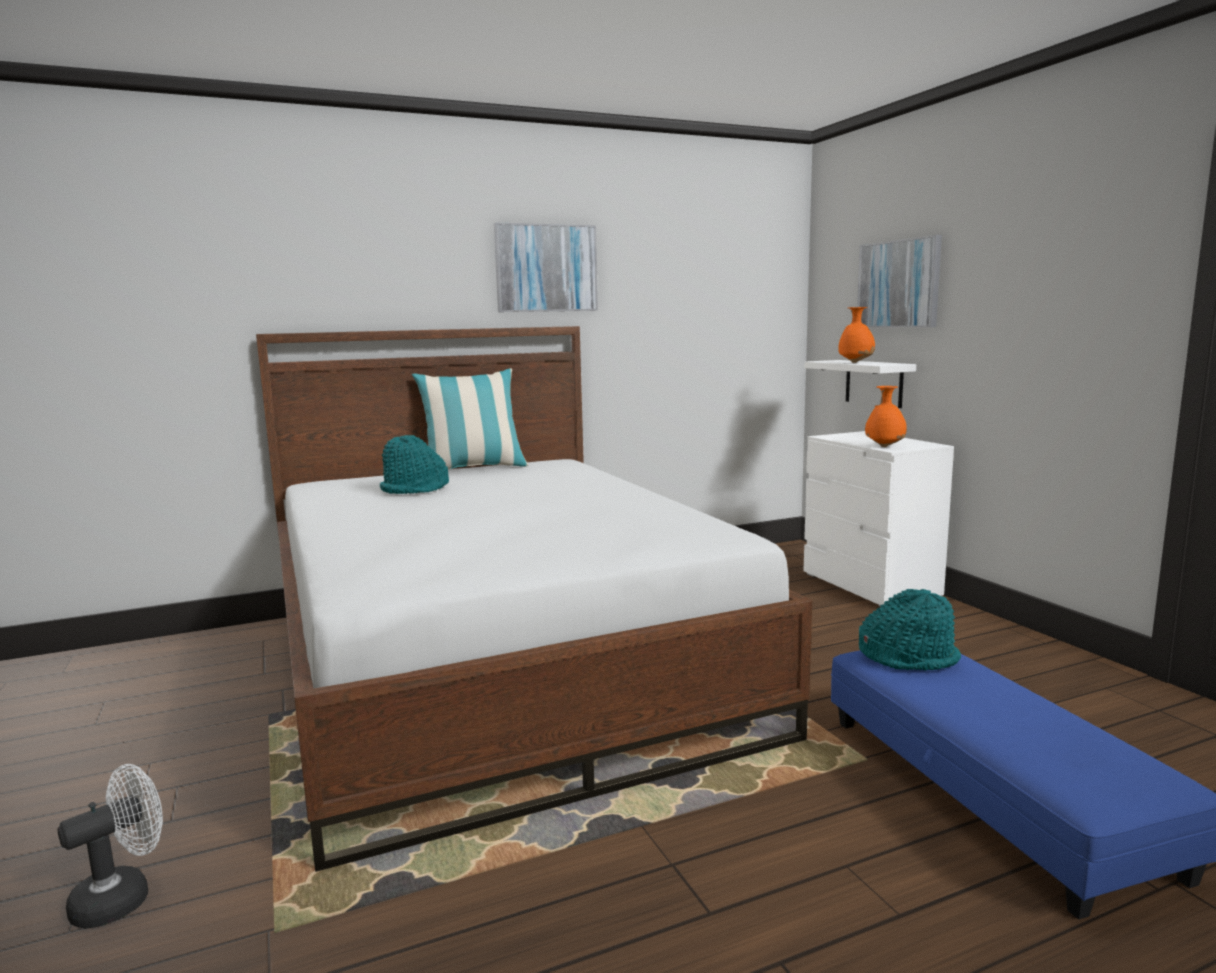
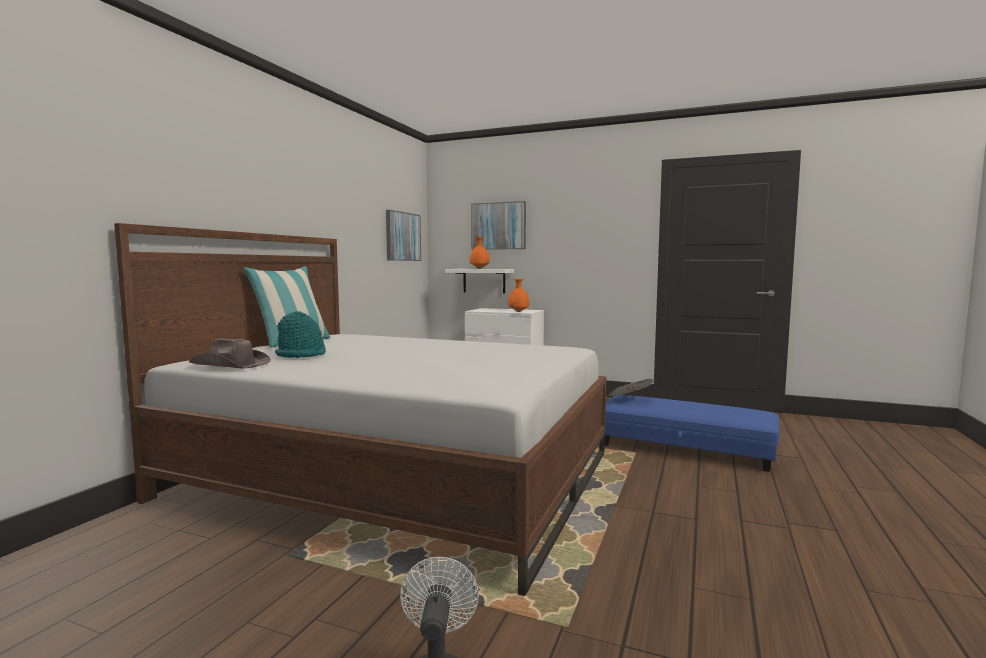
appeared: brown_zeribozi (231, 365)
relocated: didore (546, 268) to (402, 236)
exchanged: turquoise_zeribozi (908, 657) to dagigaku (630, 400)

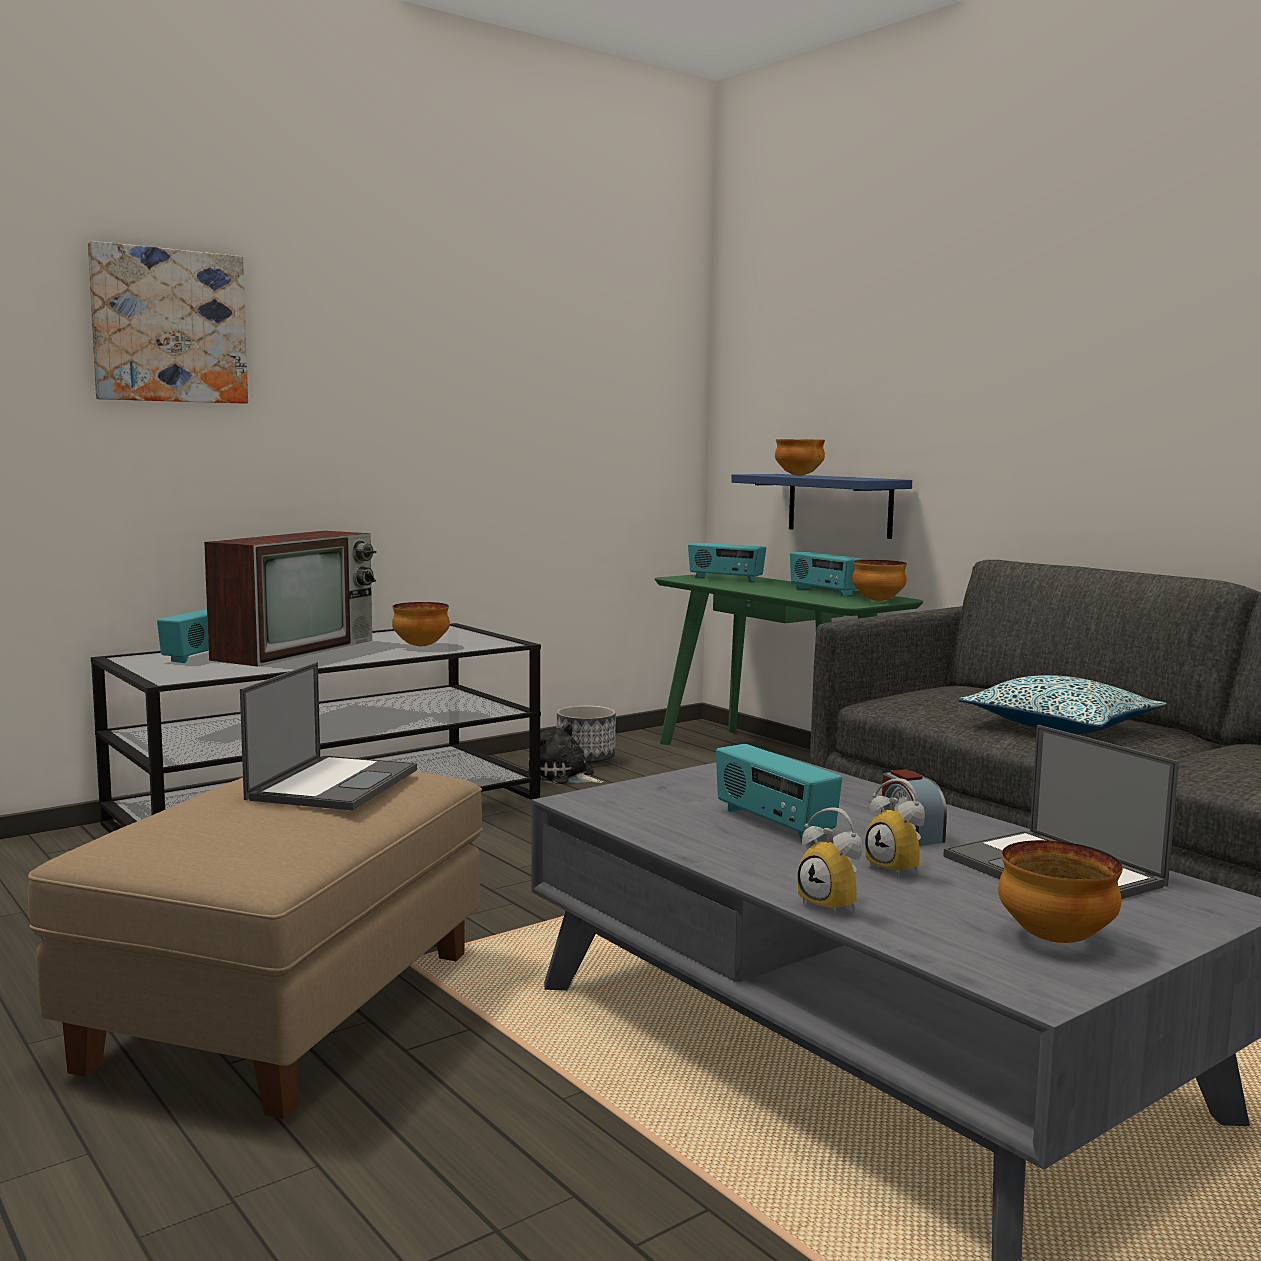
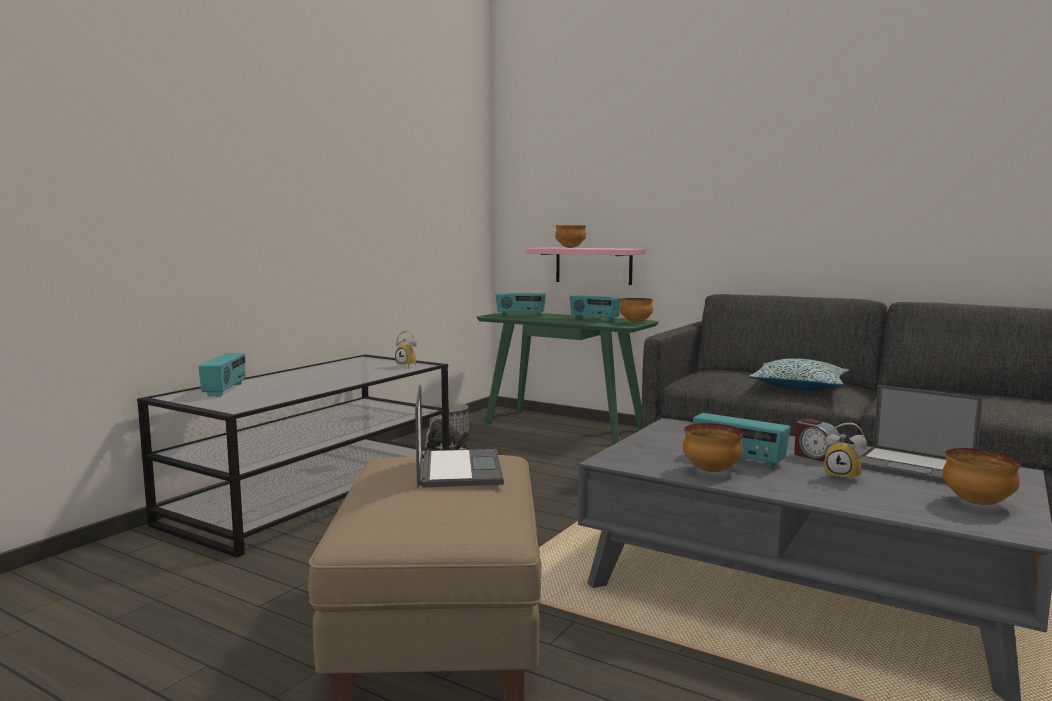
missing: didore (169, 326); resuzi (296, 649)
relocated: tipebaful (420, 646) to (711, 471); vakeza (835, 905) to (408, 366)
colour: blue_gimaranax (839, 505) to pink_gimaranax (593, 265)

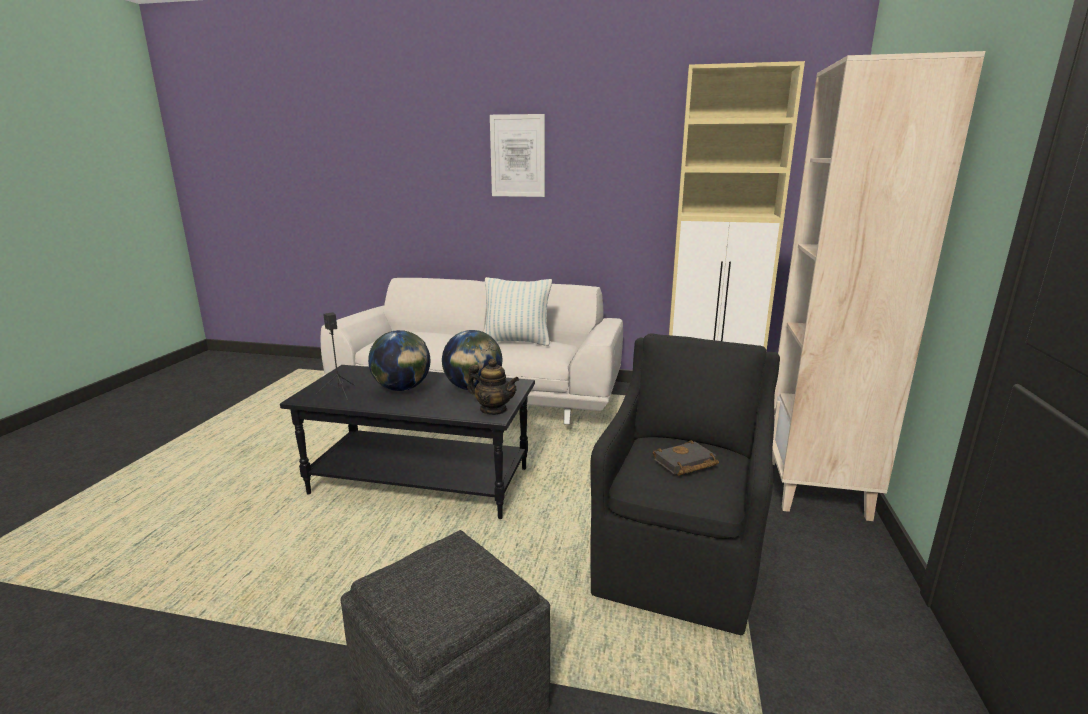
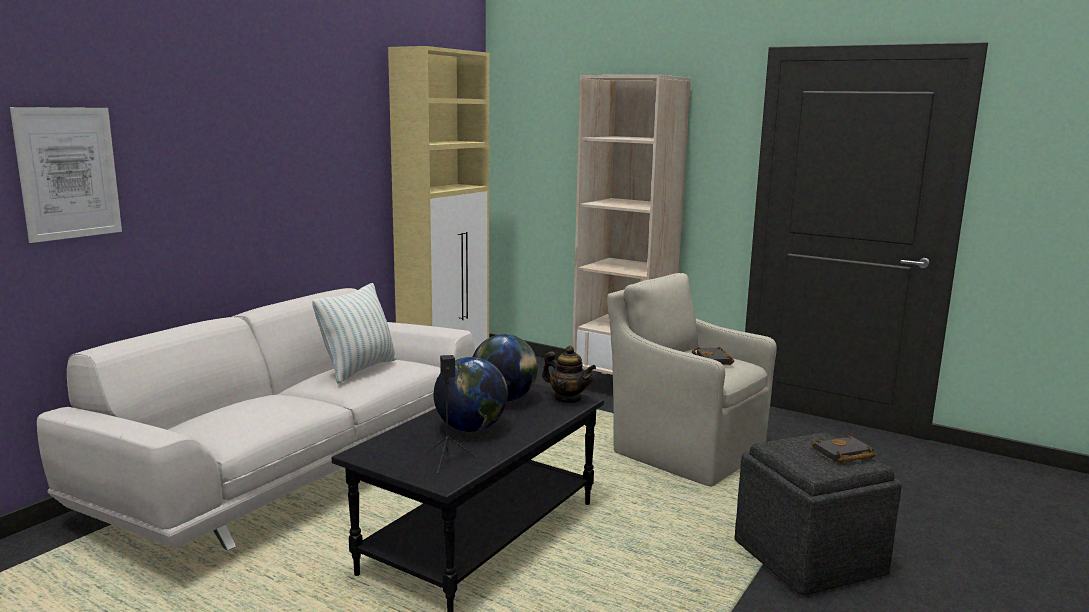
appeared: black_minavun (843, 455)
relocated: didore (517, 156) to (68, 173)
colour: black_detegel (678, 562) to beige_detegel (684, 450)
spun: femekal (493, 410) = (568, 399) 75 degrees clockwise

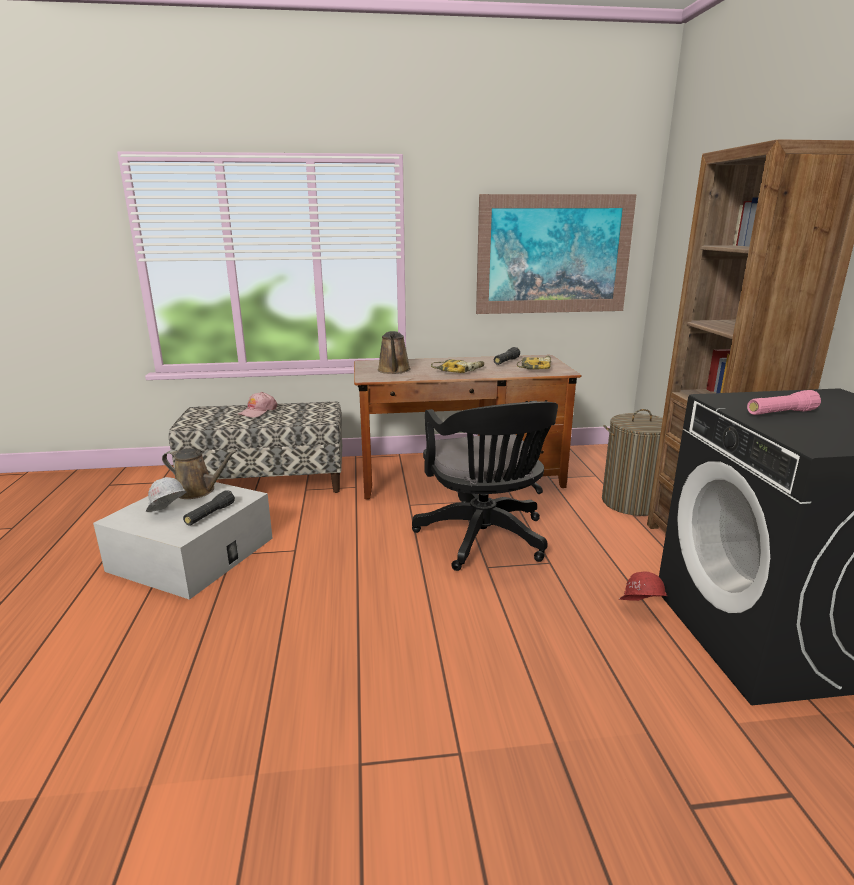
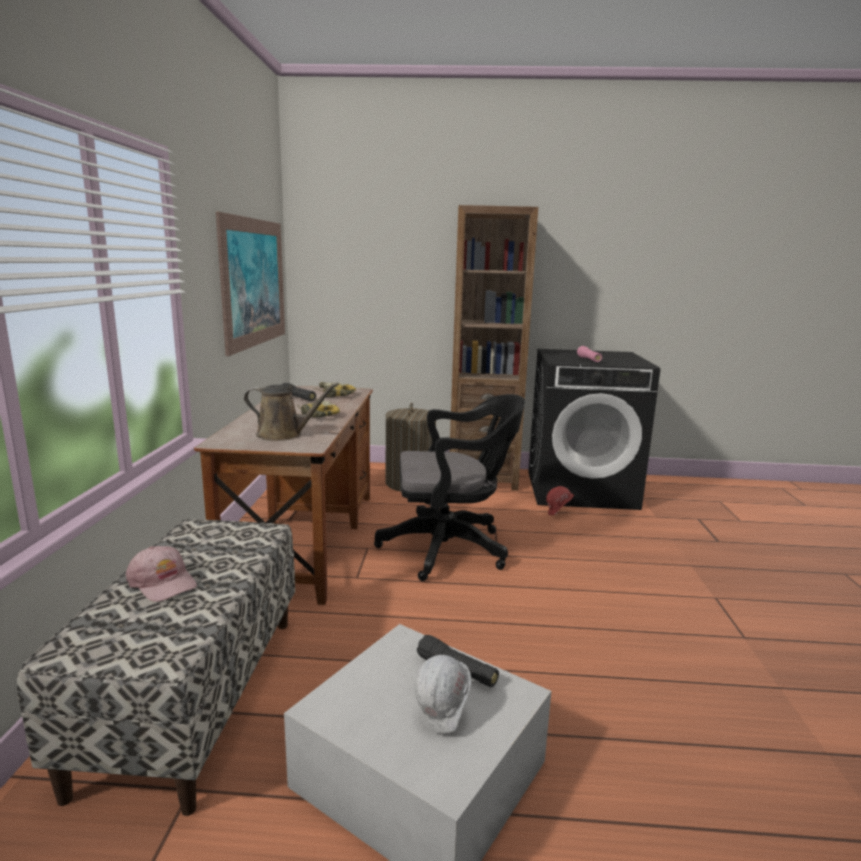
missing: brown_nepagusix (198, 491)

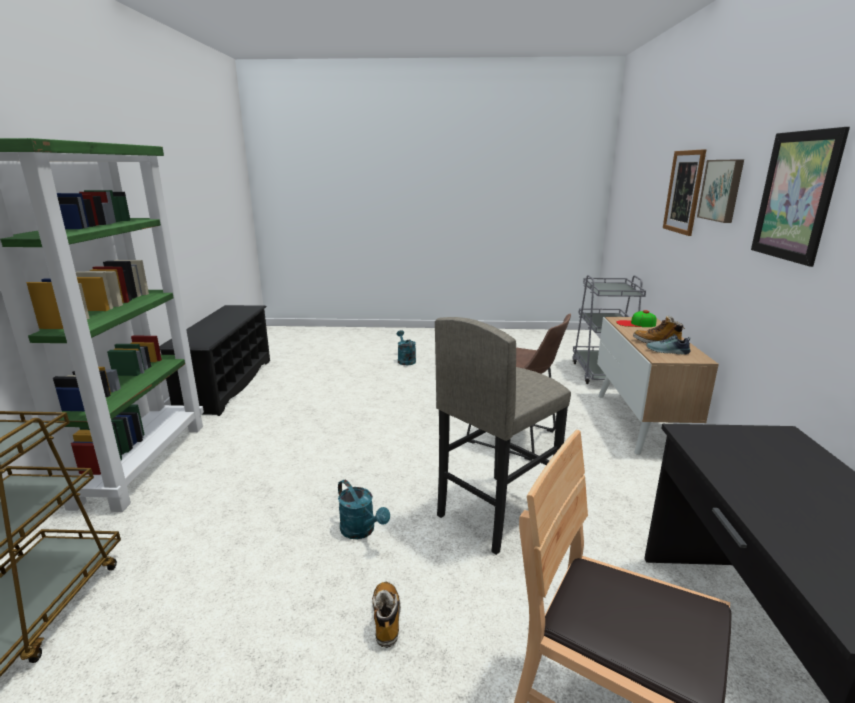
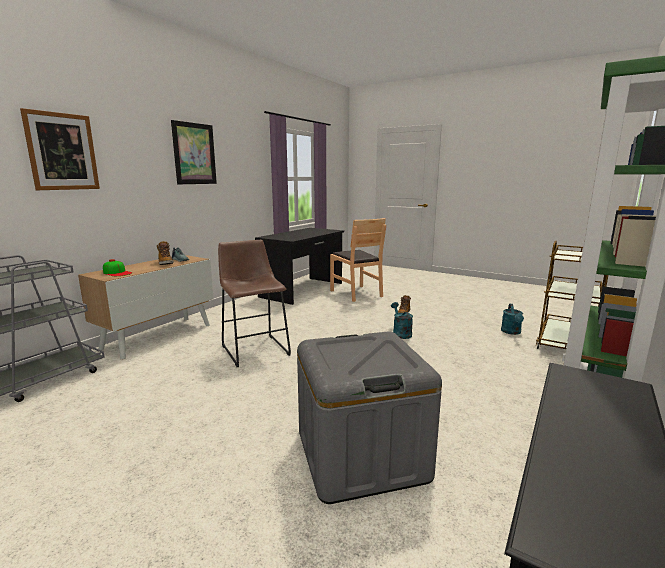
missing: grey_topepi (495, 511); didore (722, 190)
appeared: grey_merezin (361, 455)
relocated: turquoise_nepagusix (405, 360) to (511, 332)

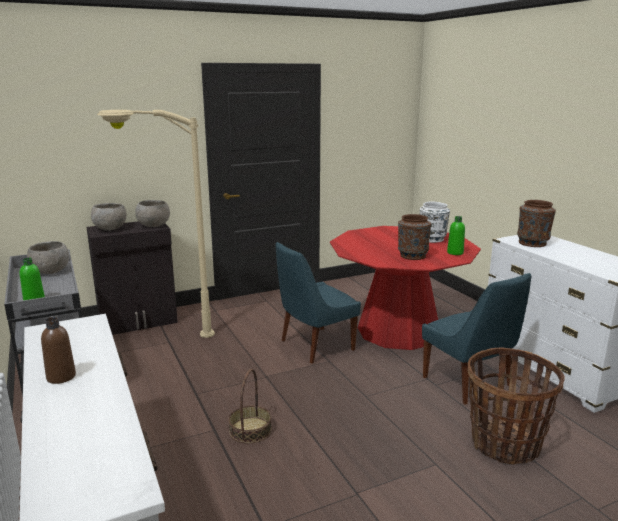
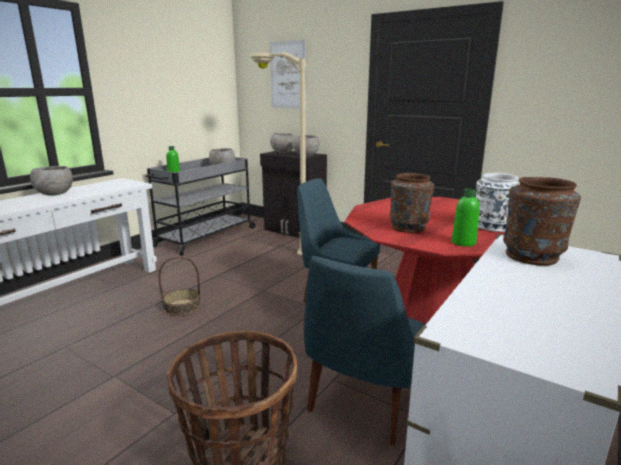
appeared: didore (288, 75)
exchanged: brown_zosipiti (61, 377) to grey_tipebaful (55, 194)

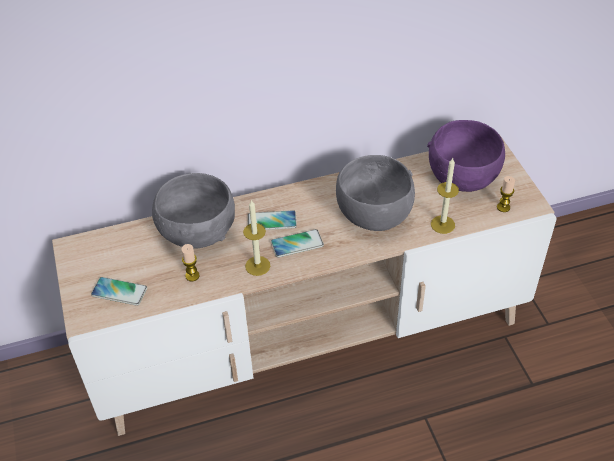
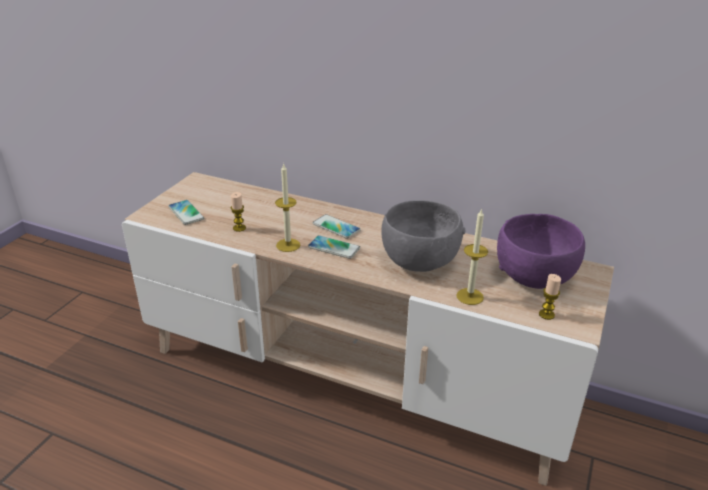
missing: grey_tipebaful (196, 231)

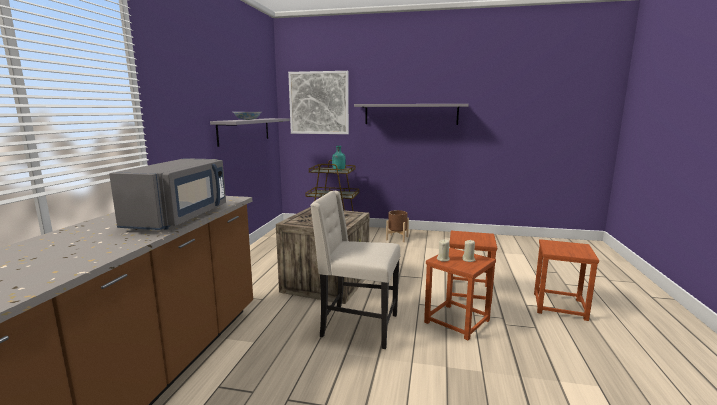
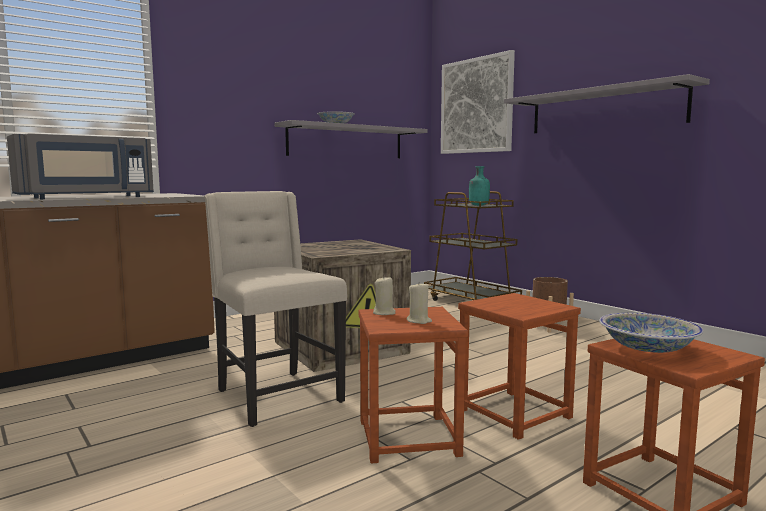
appeared: tipebaful (647, 348)

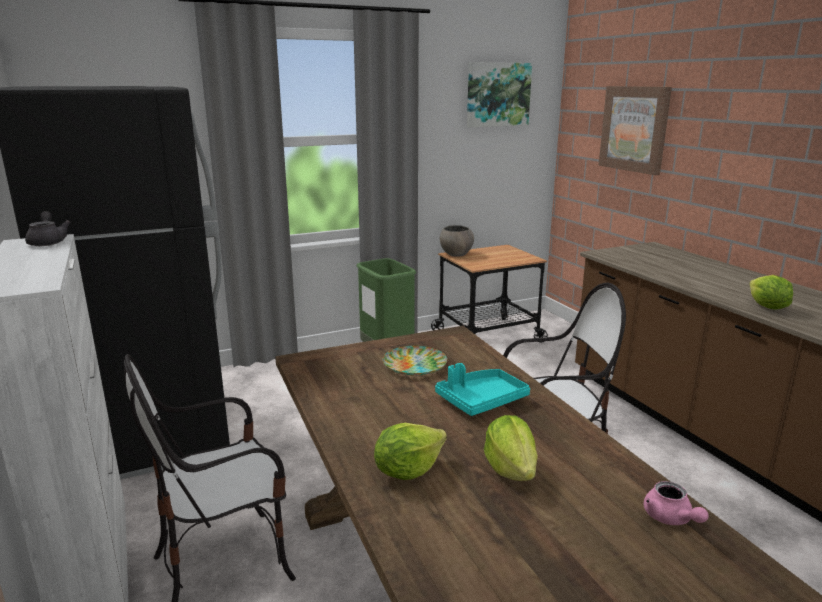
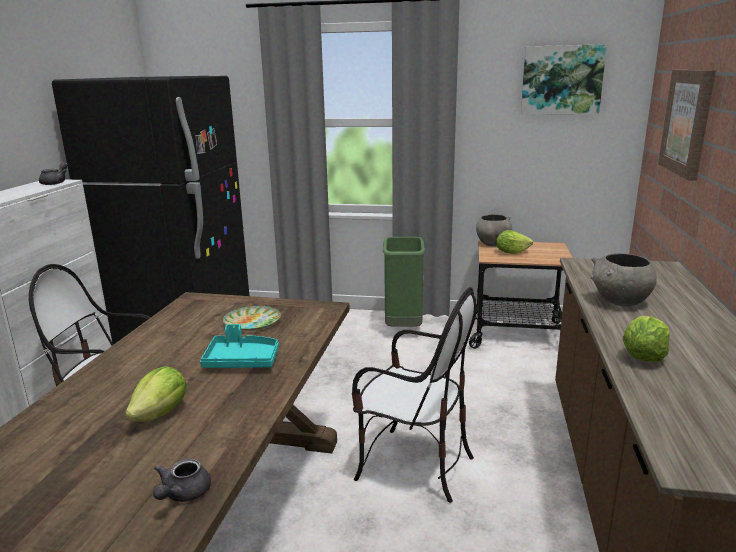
appeared: grey_tipebaful (620, 302)
relocated: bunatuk (407, 470) to (511, 252)
colour: pink_femekal (670, 519) to grey_femekal (182, 494)

